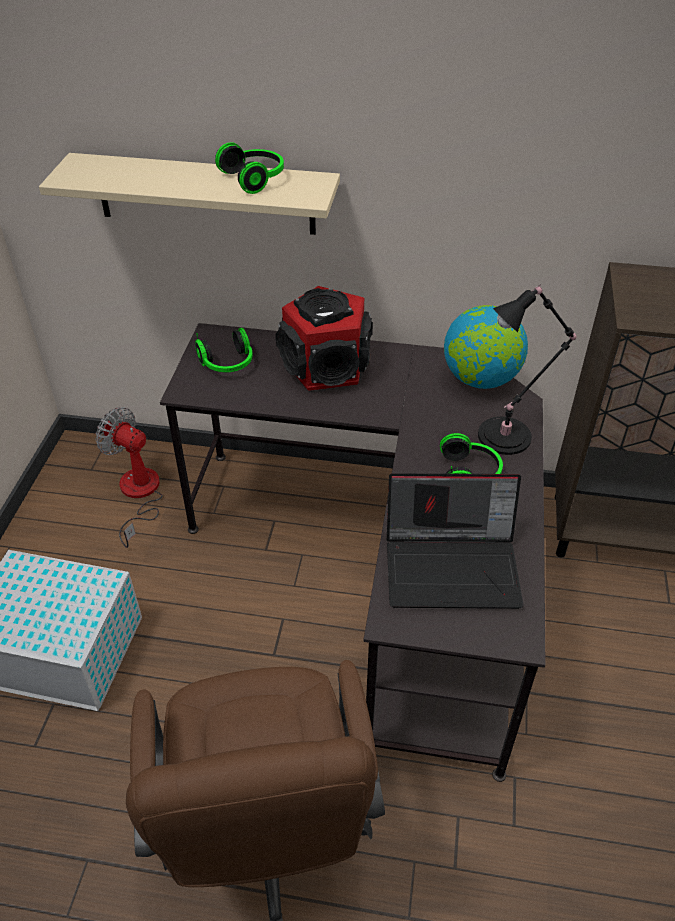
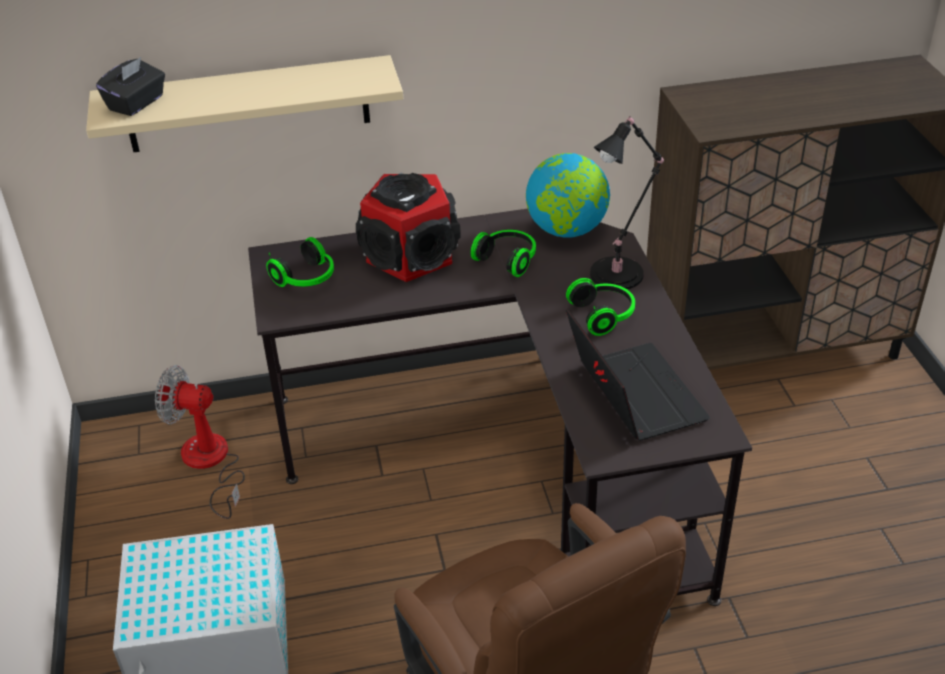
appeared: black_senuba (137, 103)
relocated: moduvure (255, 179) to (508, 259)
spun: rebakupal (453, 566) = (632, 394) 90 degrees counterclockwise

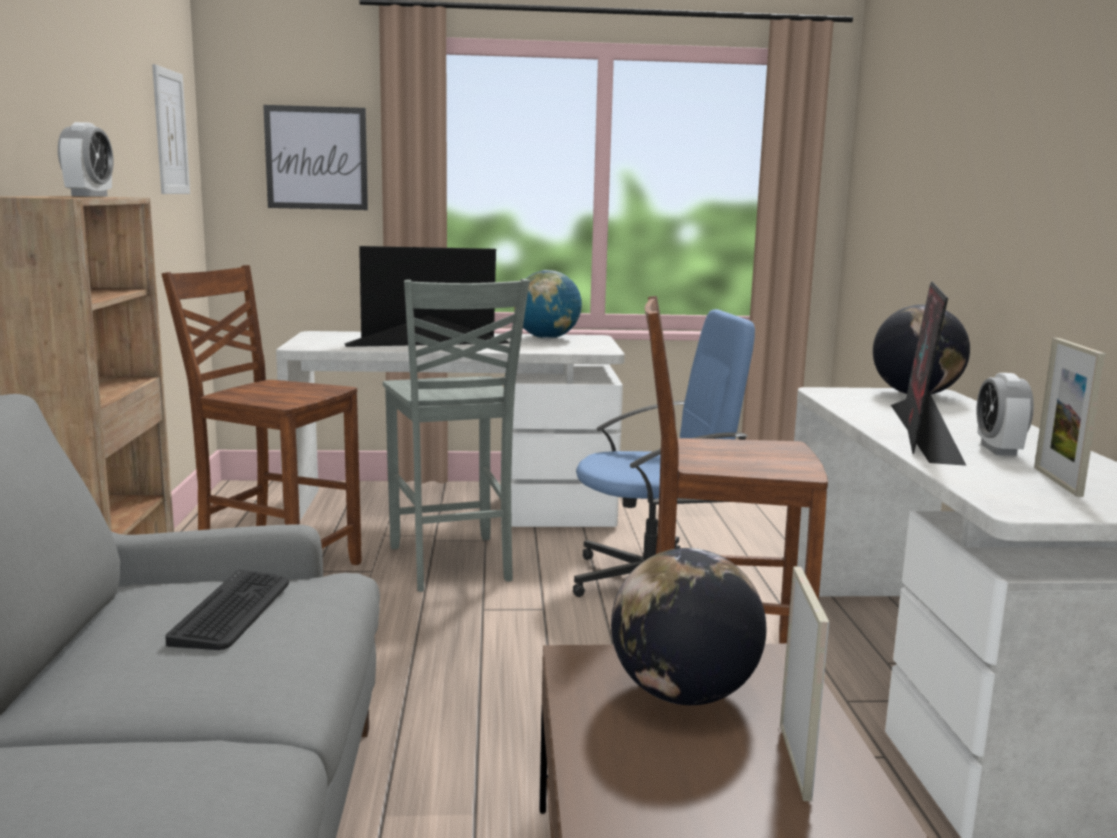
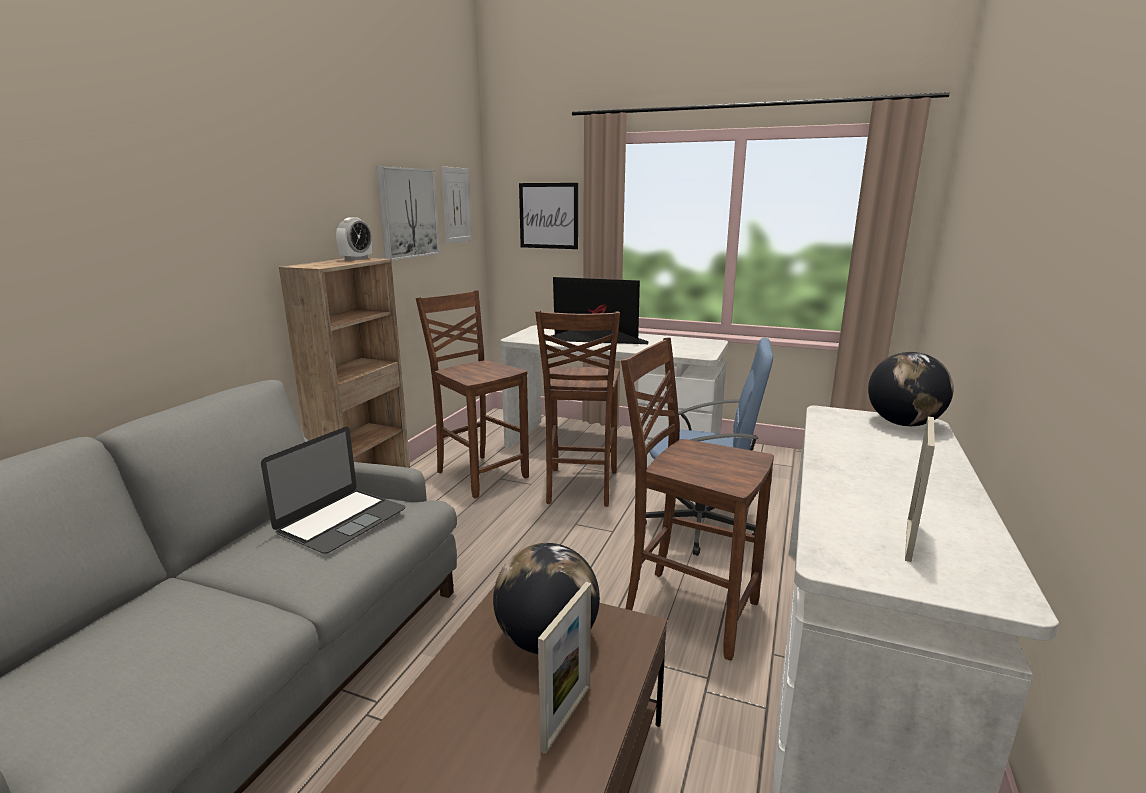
missing: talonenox (547, 338); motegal (923, 432); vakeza (998, 450)
appeared: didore (408, 213)
exchanged: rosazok (233, 611) to rebakupal (341, 520)
colour: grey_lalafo (451, 565) to brown_lalafo (580, 488)

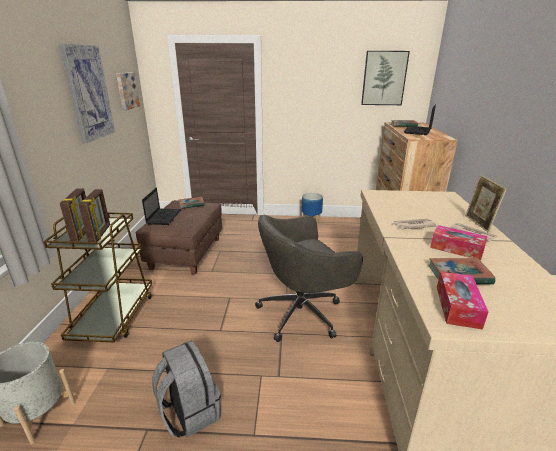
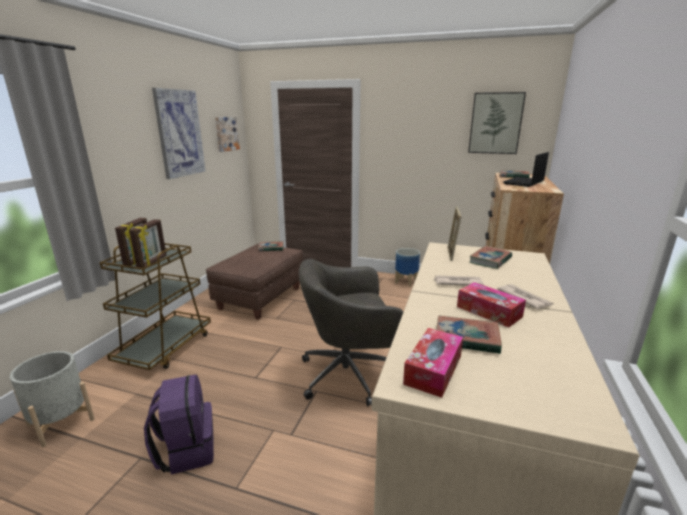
missing: rebakupal (164, 217)
appeared: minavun (490, 260)
relocated: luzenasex (478, 224) to (451, 254)
colour: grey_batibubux (189, 411) to purple_batibubux (186, 450)

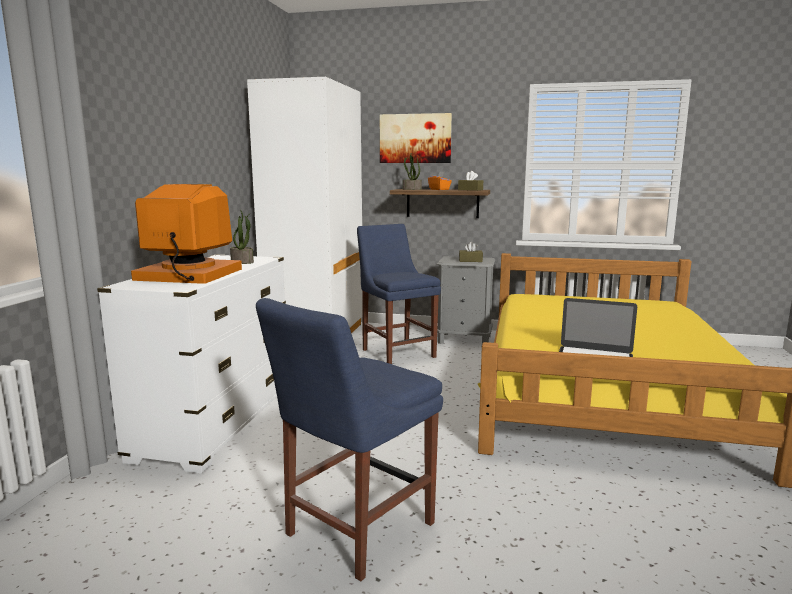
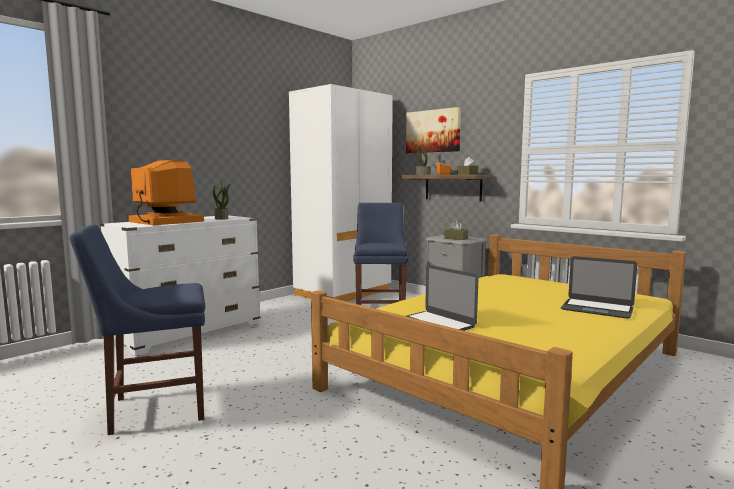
appeared: rebakupal (597, 308)

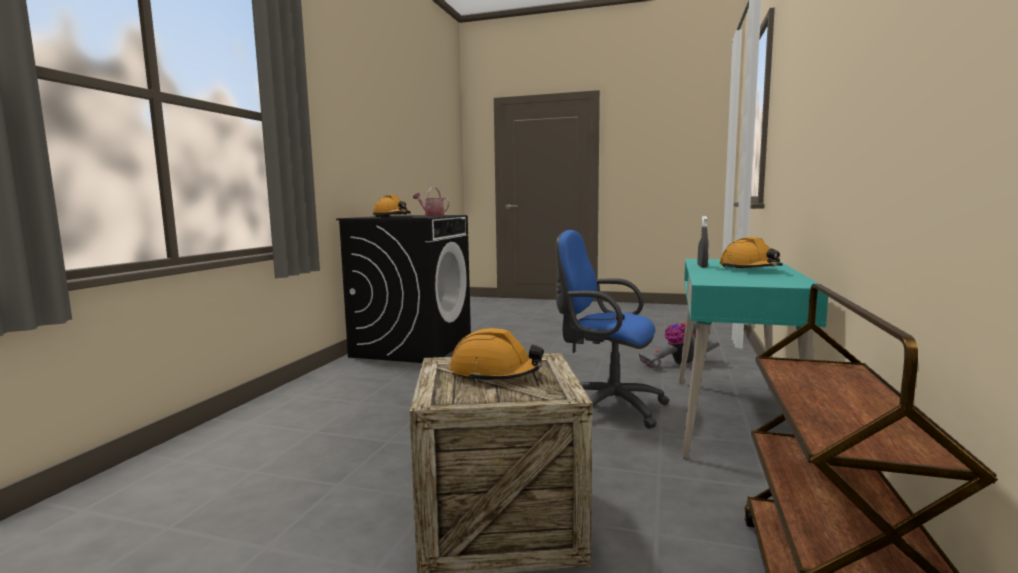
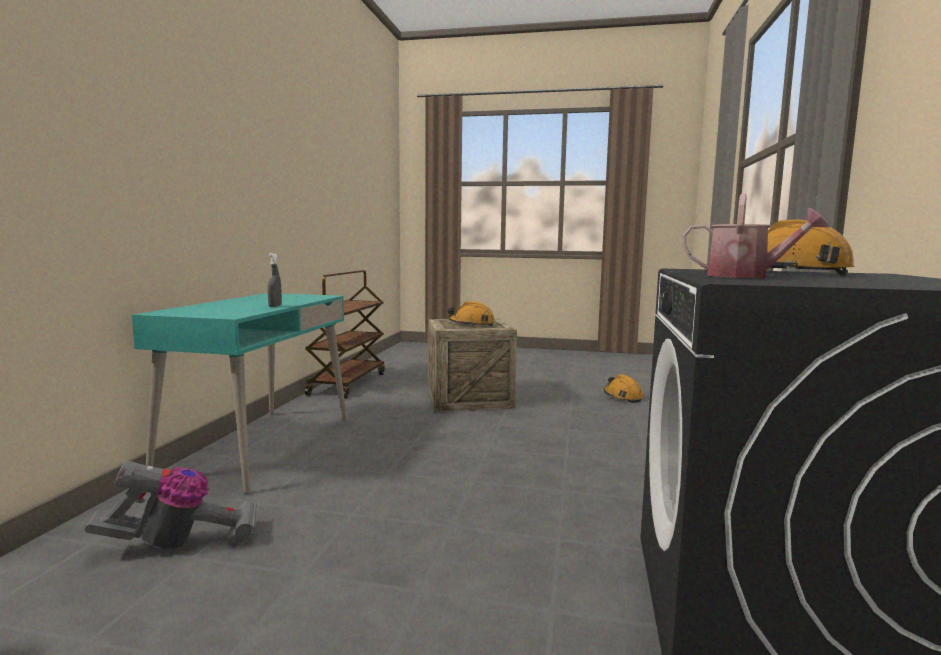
missing: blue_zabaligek (606, 407)
relocated: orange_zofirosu (749, 269) to (623, 396)

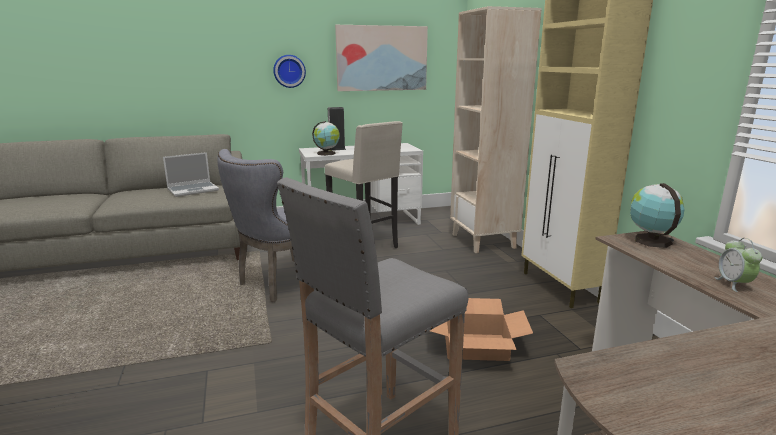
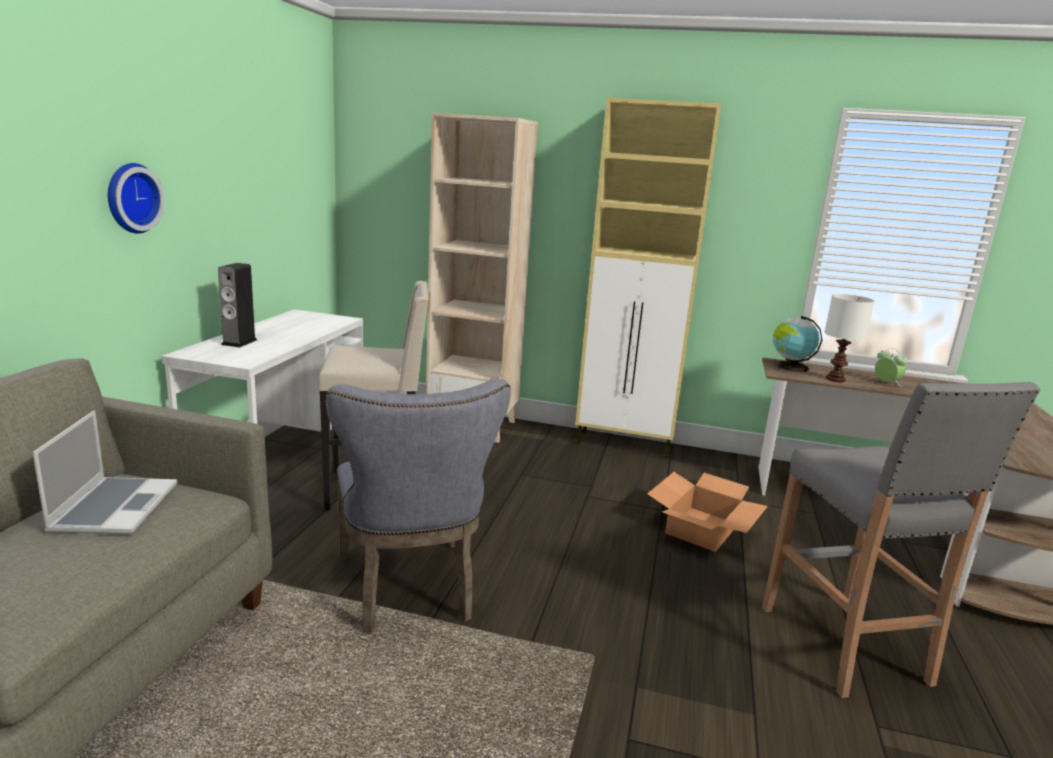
missing: talonenox (327, 153); didore (381, 58)
appeared: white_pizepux (836, 379)
spun: vakeza (733, 284) = (886, 383) 150 degrees counterclockwise

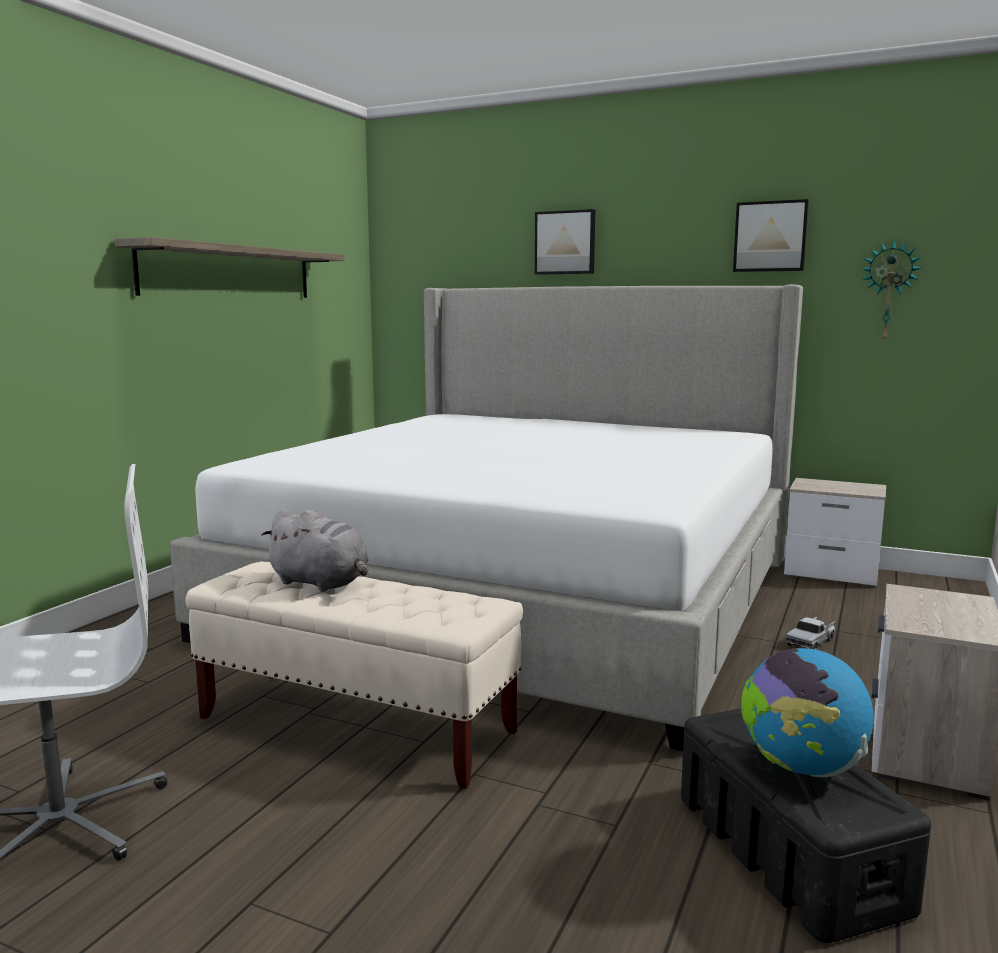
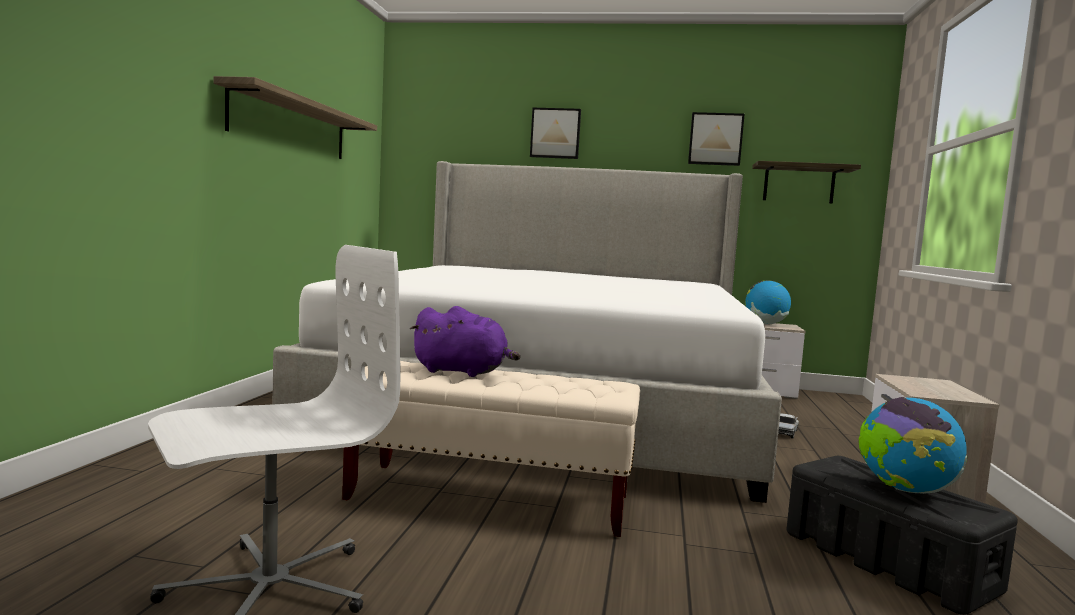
appeared: talonenox (765, 324)
exchanged: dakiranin (889, 291) to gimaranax (799, 184)
colour: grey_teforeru (322, 583) to purple_teforeru (463, 372)

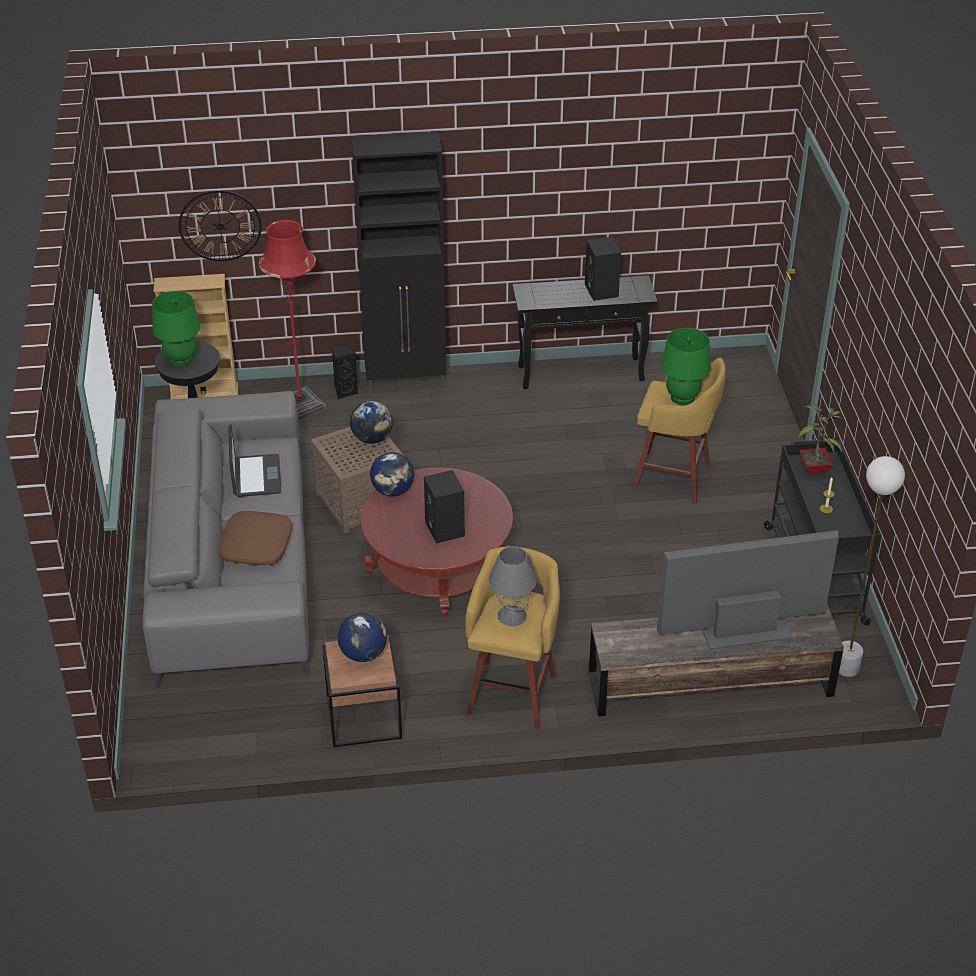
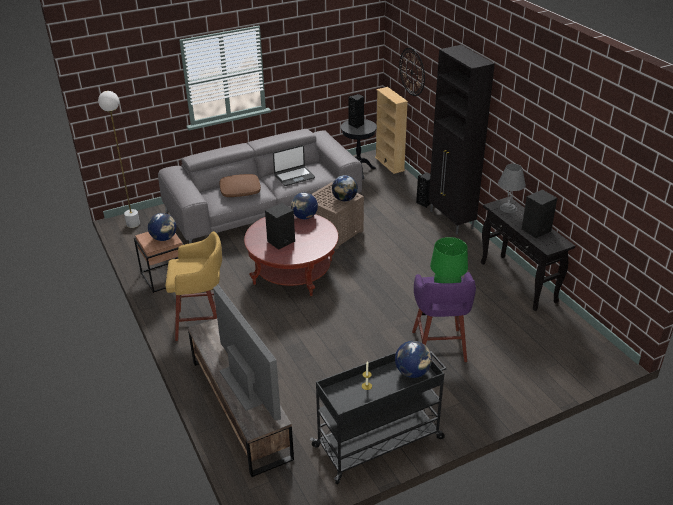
missing: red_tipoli (300, 406)
relocated: grey_pizepux (512, 615) to (508, 208); white_tipoli (846, 667) to (133, 224)
exchanged: green_pizepux (181, 359) to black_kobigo (356, 125); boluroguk (815, 468) to talonenox (412, 372)
colour: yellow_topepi (674, 478) to purple_topepi (439, 348)

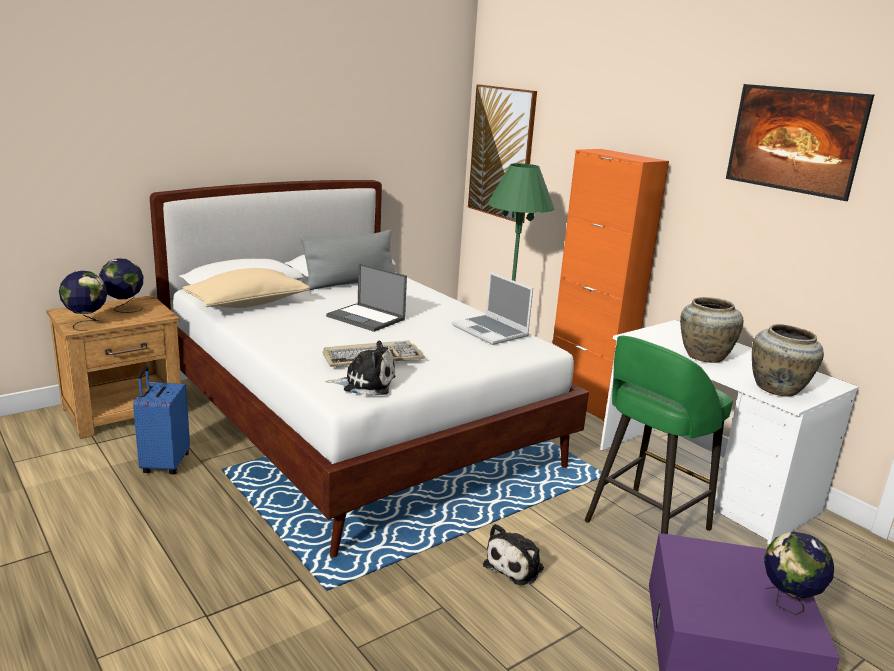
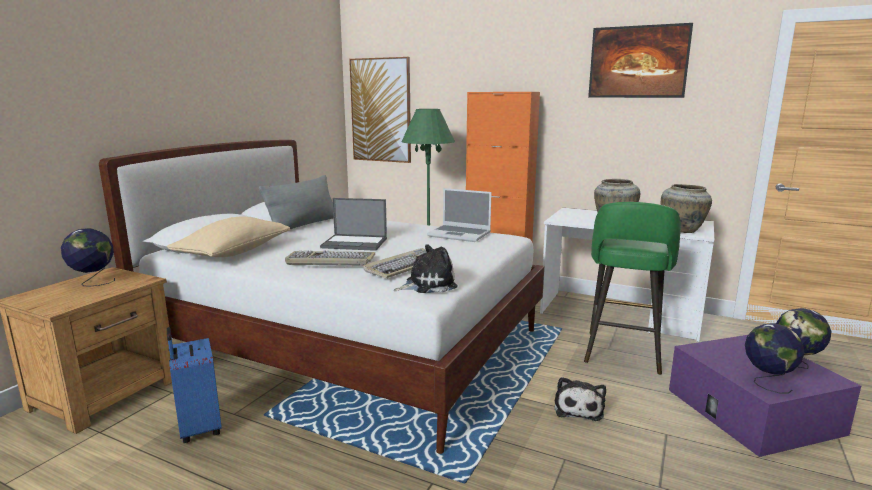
appeared: rosazok (329, 261)
relocated: talonenox (87, 324) to (767, 383)

